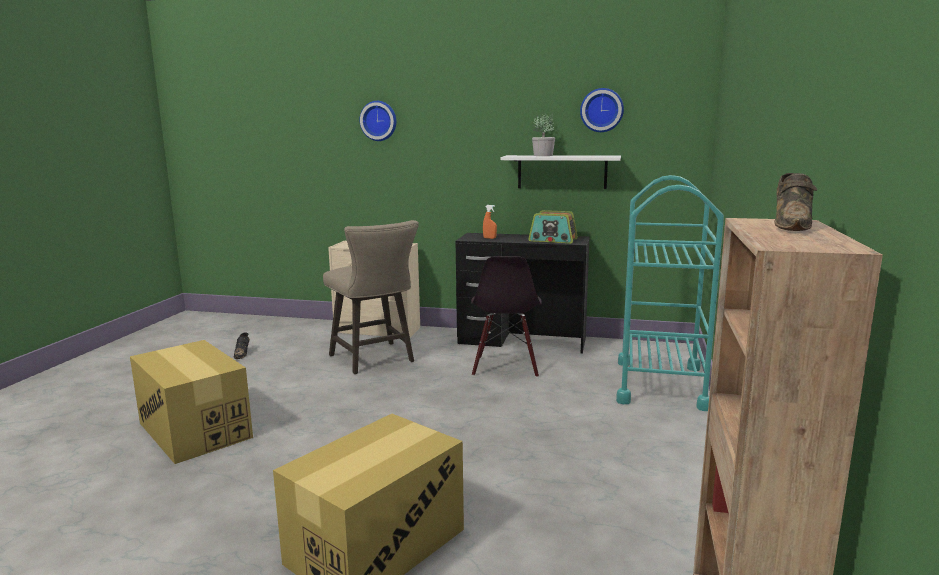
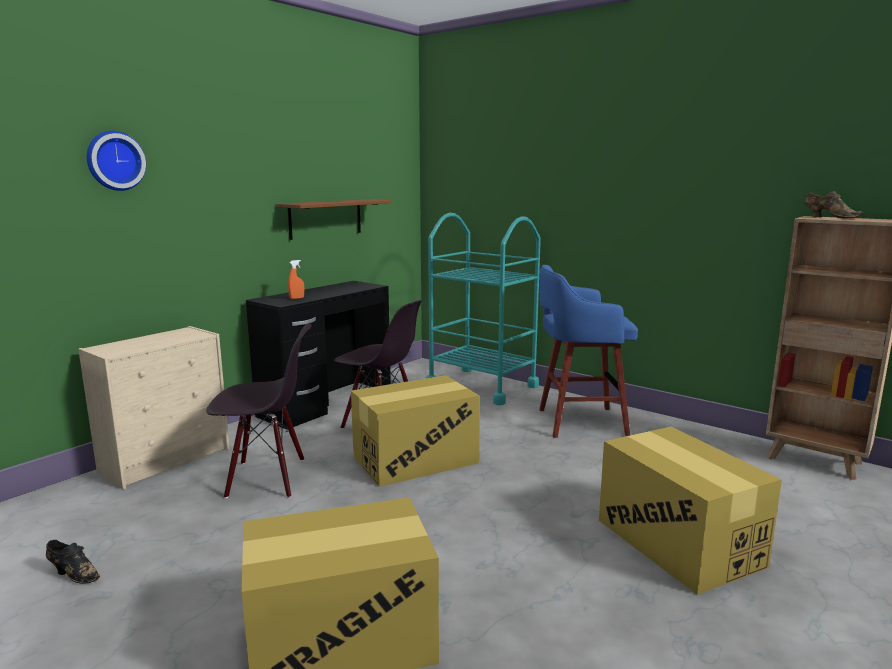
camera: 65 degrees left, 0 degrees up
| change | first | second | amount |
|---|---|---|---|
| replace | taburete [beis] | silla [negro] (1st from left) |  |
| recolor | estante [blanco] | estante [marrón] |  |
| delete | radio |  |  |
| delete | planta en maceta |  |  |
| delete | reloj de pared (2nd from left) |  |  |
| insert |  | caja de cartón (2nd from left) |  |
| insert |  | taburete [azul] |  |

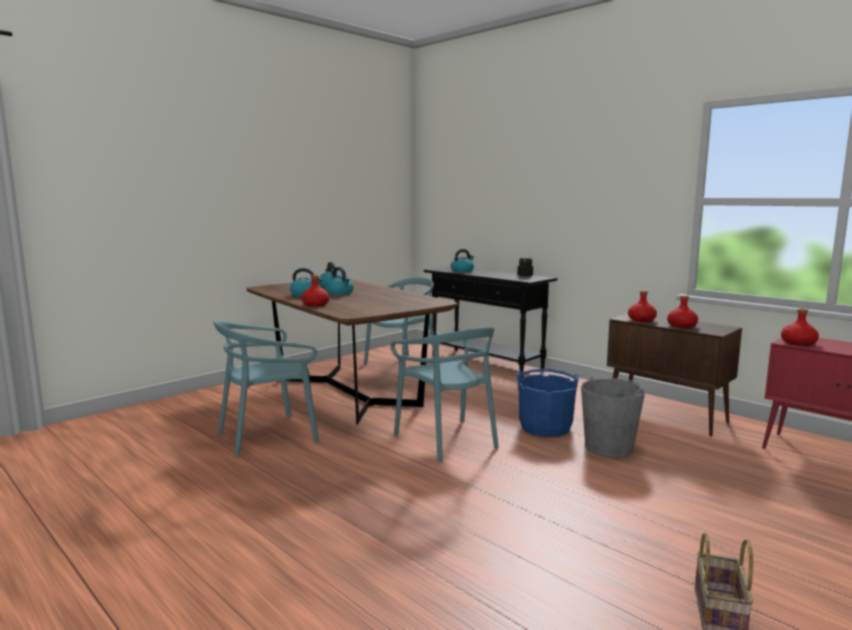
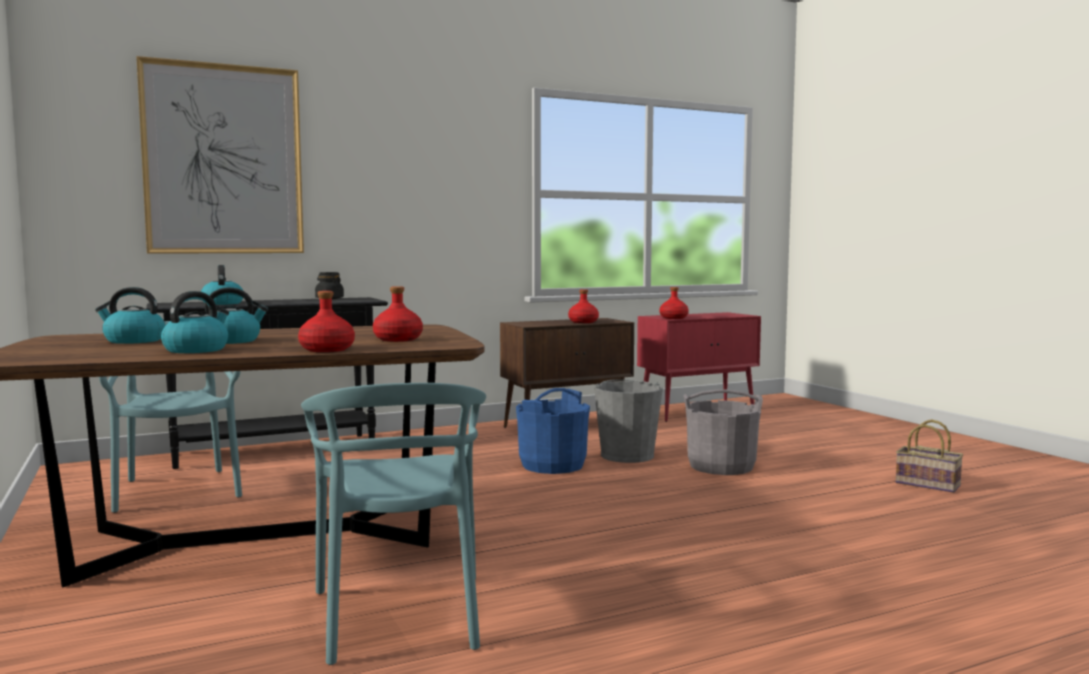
camera: 70 degrees left, 5 degrees down
| change | first | second | amount |
|---|---|---|---|
| delete | silla [turquesa] (3rd from left) |  |  |
| move | botella [rojo] (2nd from left) |  |  |
| insert |  | cuadro |  |
| insert |  | cubo [gris] (2nd from left) |  |

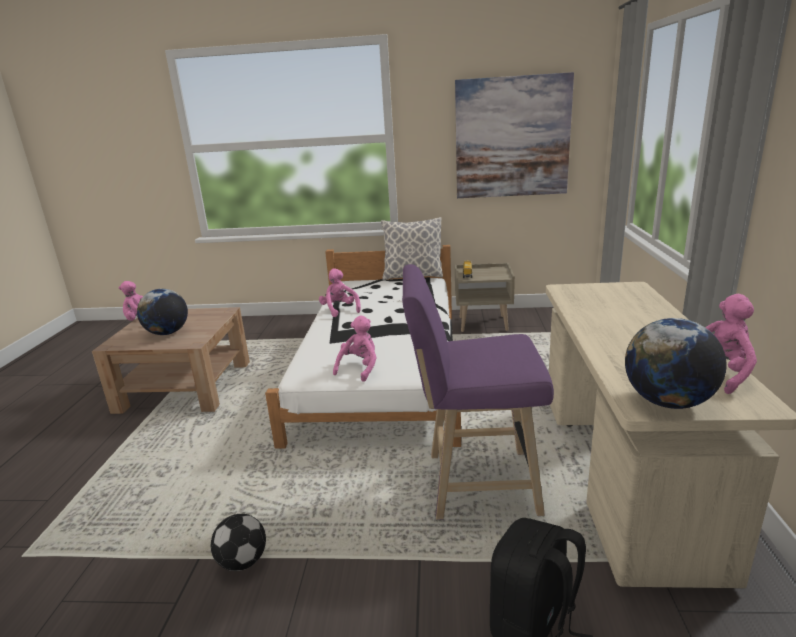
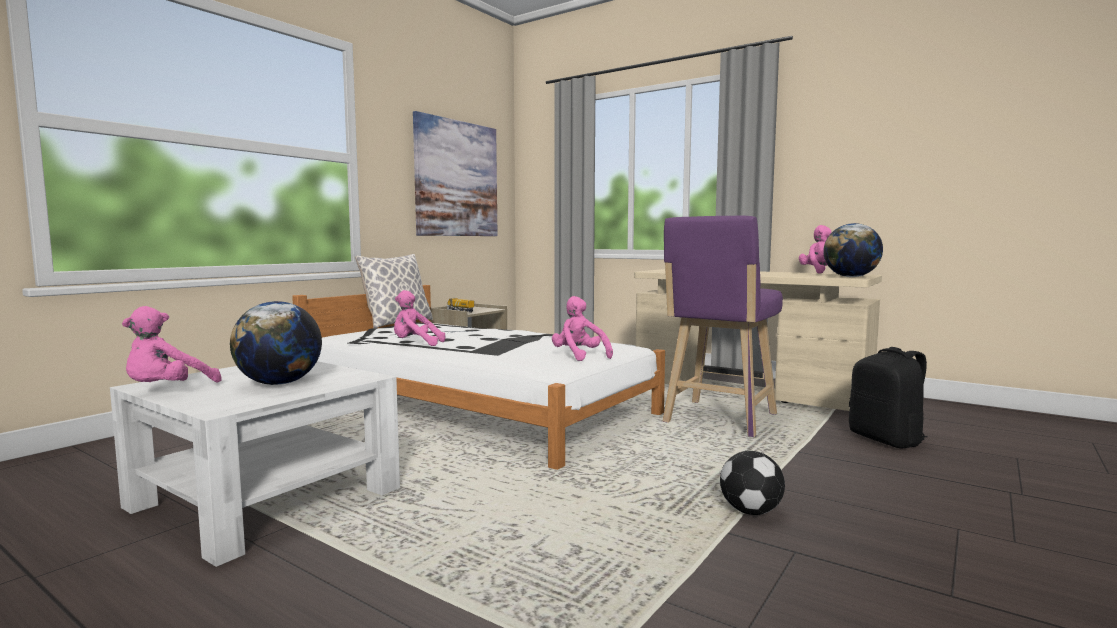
camera: 60 degrees left, 15 degrees down
| change | first | second | amount |
|---|---|---|---|
| recolor | mesa de centro [marrón] | mesa de centro [blanco] |  |

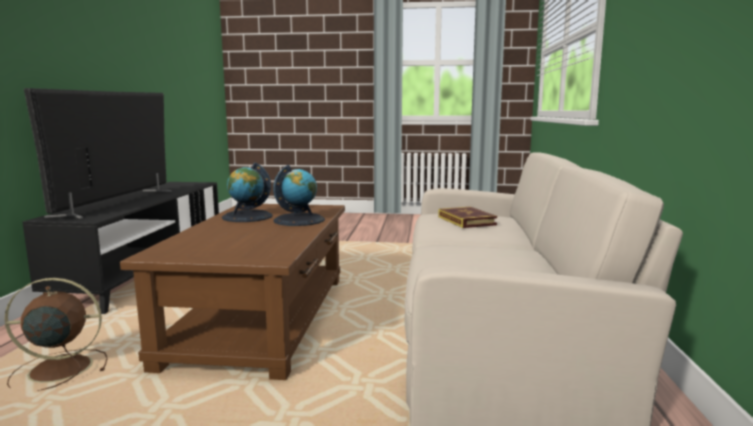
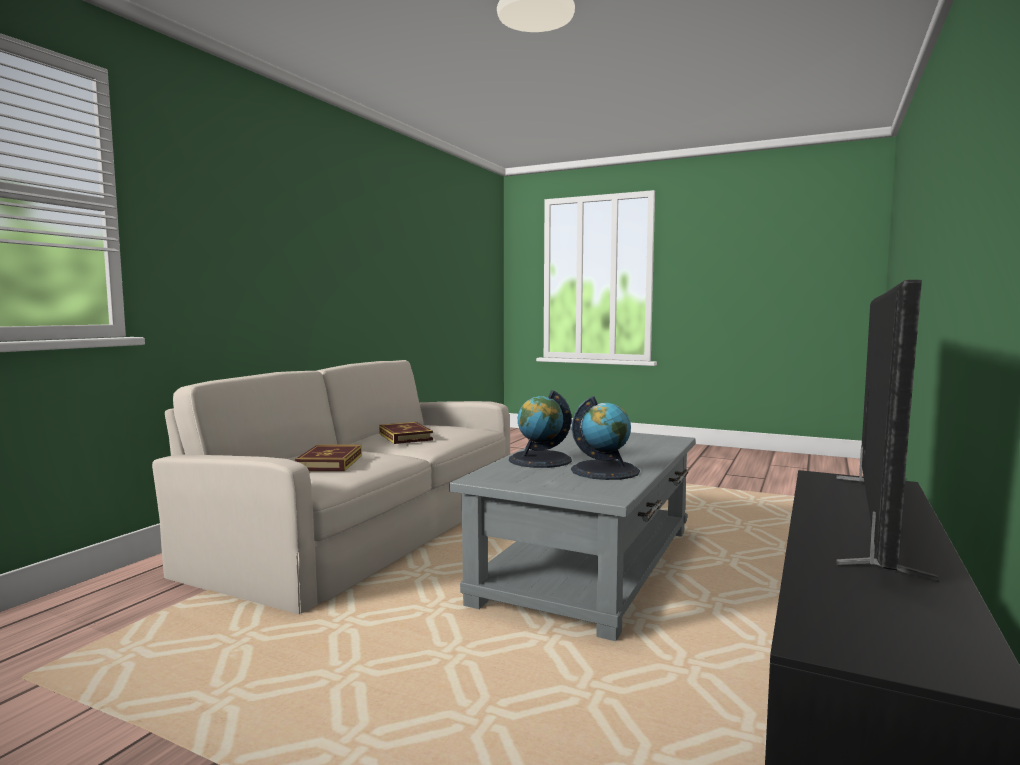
camera: 160 degrees left, 5 degrees down
| change | first | second | amount |
|---|---|---|---|
| delete | ventilador [marrón] |  |  |
| recolor | mesa de centro [marrón] | mesa de centro [gris] |  |
| insert |  | libro (2nd from left) |  |

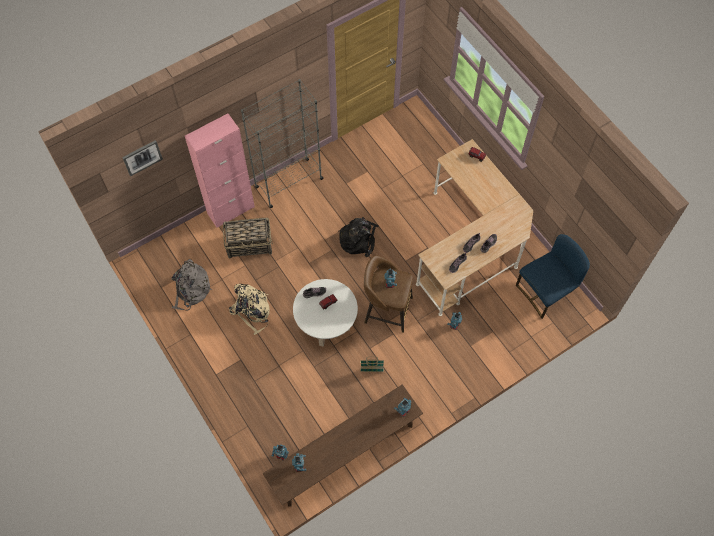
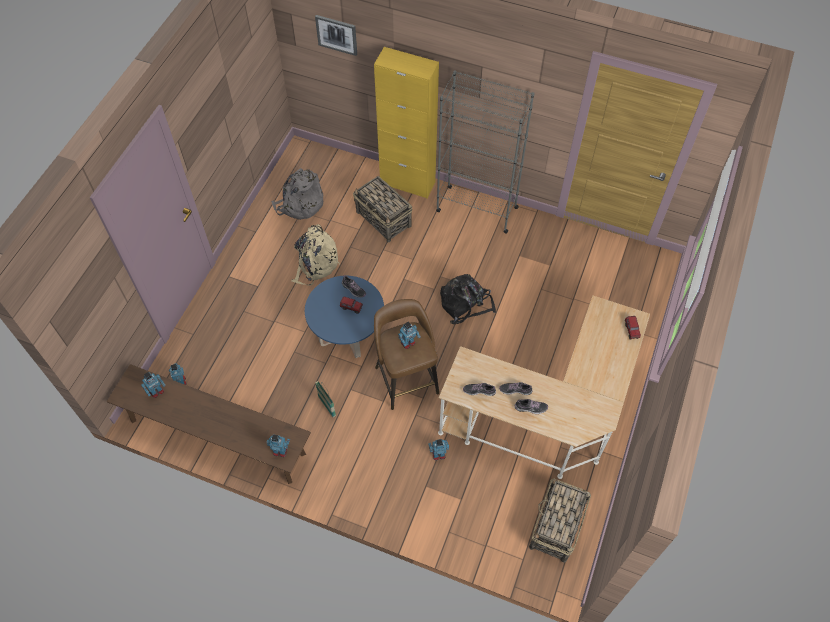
camera: 55 degrees right, 5 degrees down
| change | first | second | amount |
|---|---|---|---|
| recolor | armario [rosa] | armario [amarillo] |  |
| recolor | mesa de centro [blanco] | mesa de centro [azul] |  |
| replace | silla [azul] | cesta (3rd from left) |  |

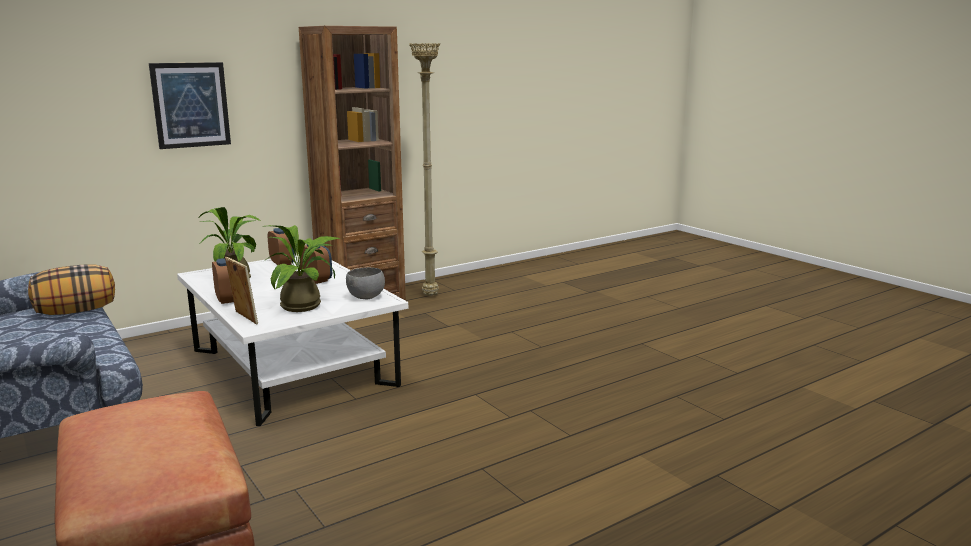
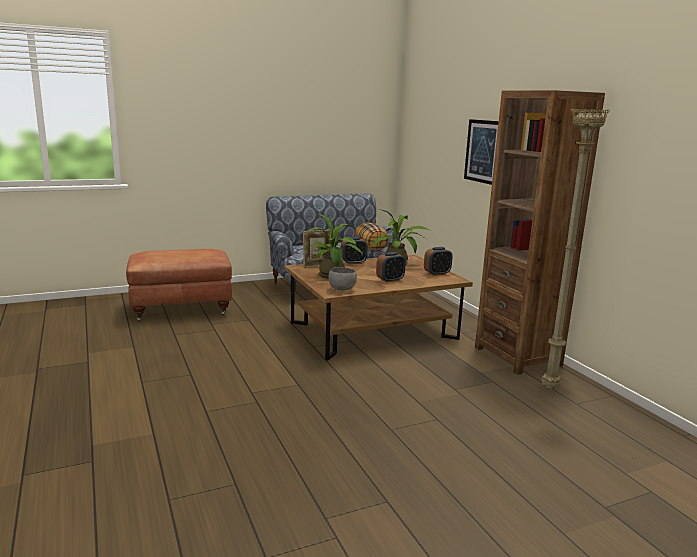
camera: 100 degrees right, 0 degrees up
| change | first | second | amount |
|---|---|---|---|
| recolor | mesa de centro [blanco] | mesa de centro [marrón] |  |

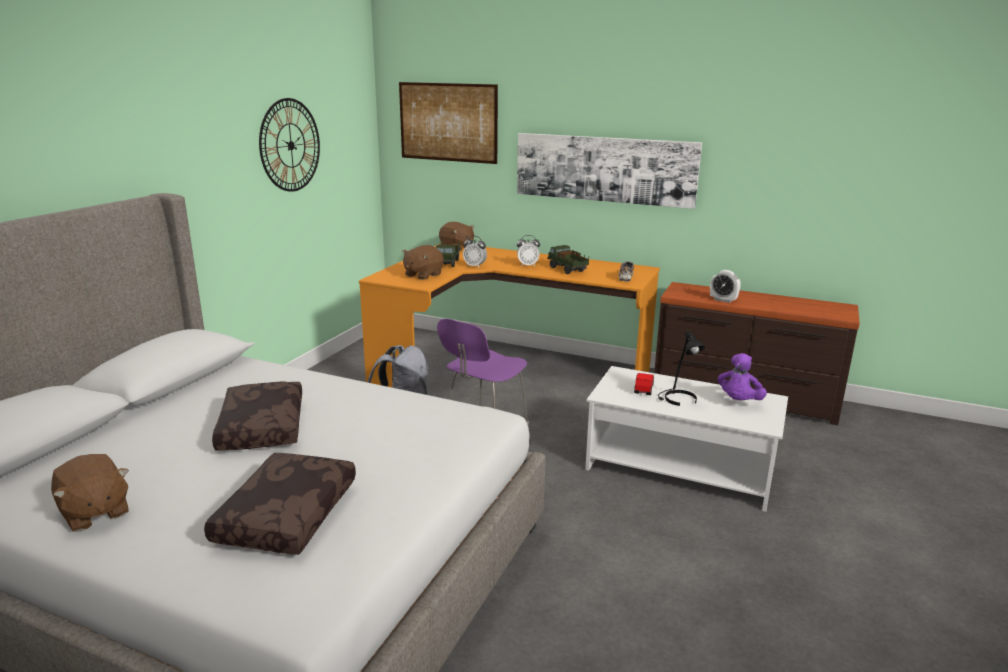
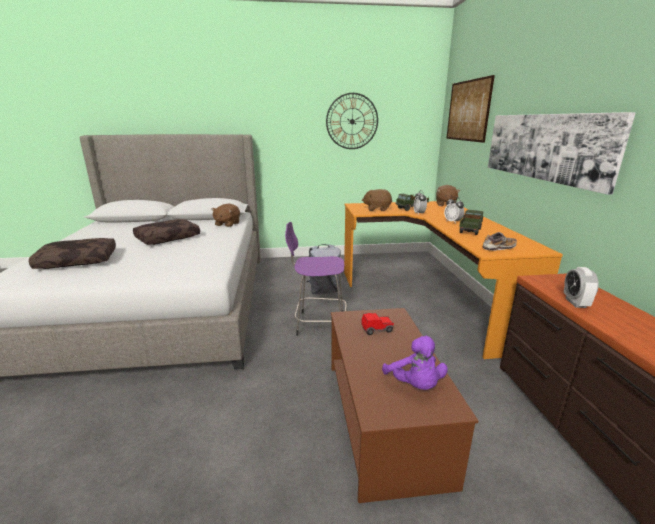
camera: 60 degrees right, 0 degrees up
| change | first | second | amount |
|---|---|---|---|
| move | peluche [marrón] (1st from left) |  |  |
| recolor | mesa de centro [blanco] | mesa de centro [marrón] |  |
| delete | lámpara de mesa [negro] |  |  |
| rotate | peluche [morado] |  | 105 degrees counterclockwise |

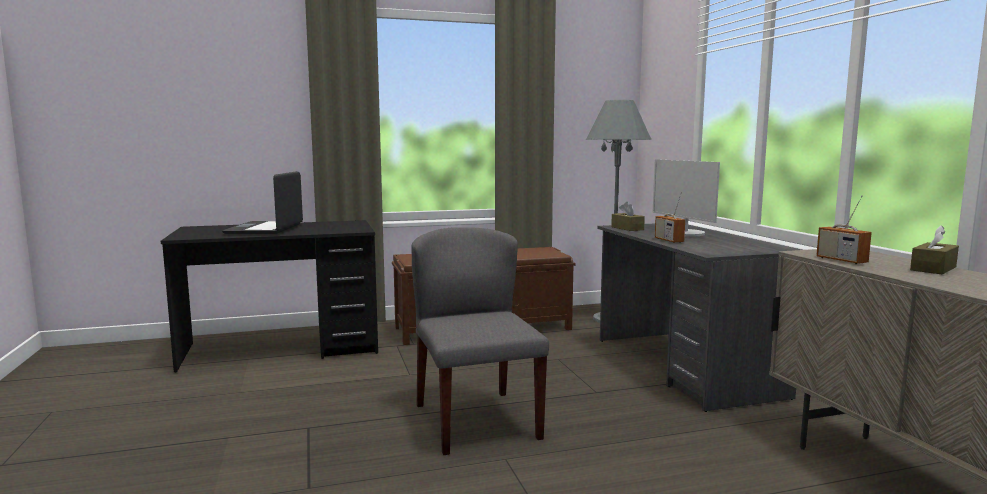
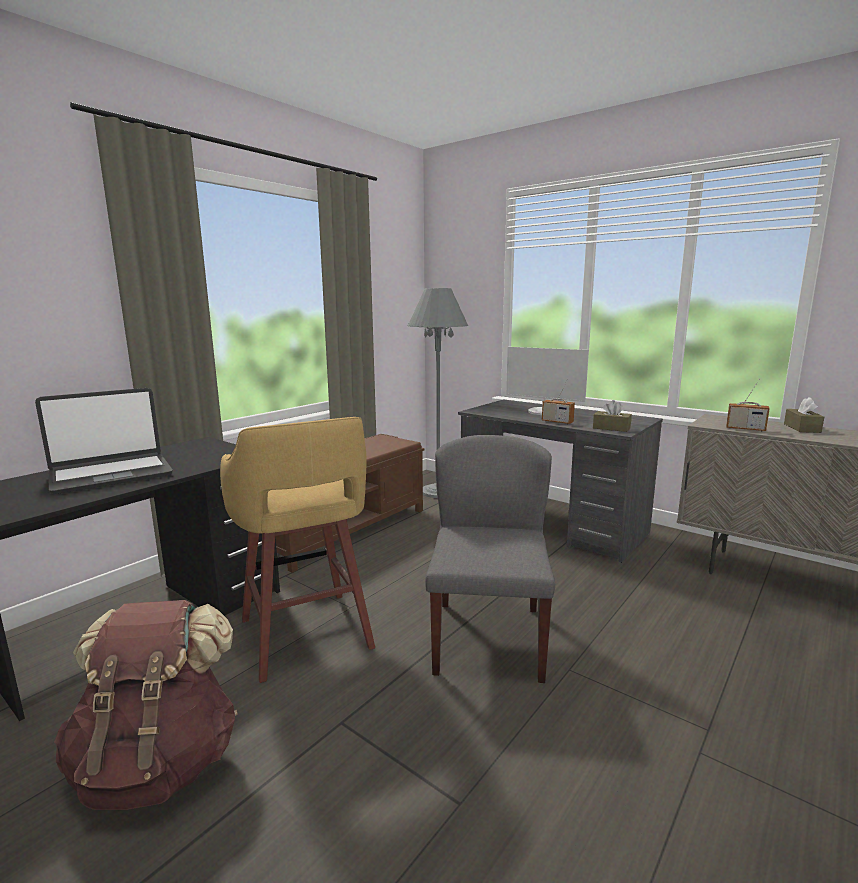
camera: 35 degrees left, 5 degrees up
| change | first | second | amount |
|---|---|---|---|
| rotate | portátil |  | 90 degrees counterclockwise |
| rotate | silla [gris] |  | 60 degrees clockwise |
| move | caja de pañuelos [marrón] (1st from left) |  |  |
| insert |  | mochila [marrón] |  |
| insert |  | taburete [amarillo] |  |

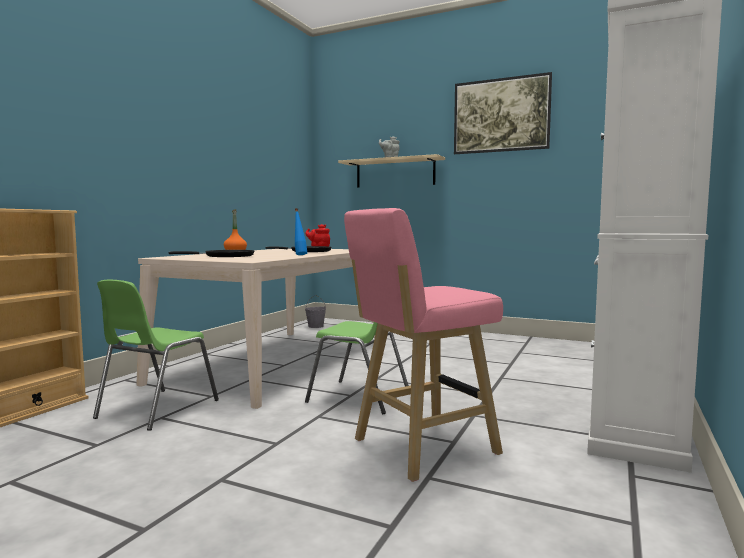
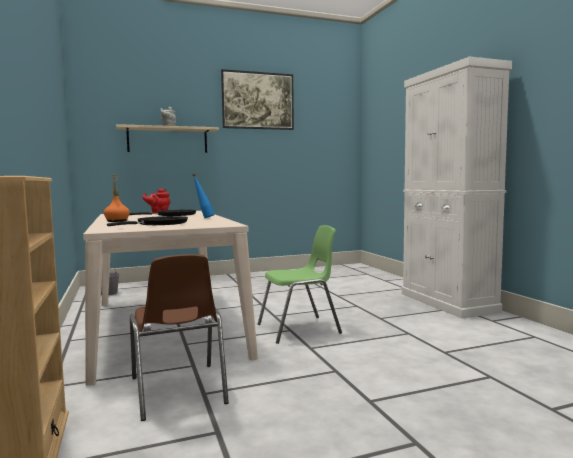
camera: 45 degrees left, 0 degrees up
| change | first | second | amount |
|---|---|---|---|
| recolor | silla [verde] (1st from left) | silla [marrón] |  |
| delete | taburete [rosa] |  |  |

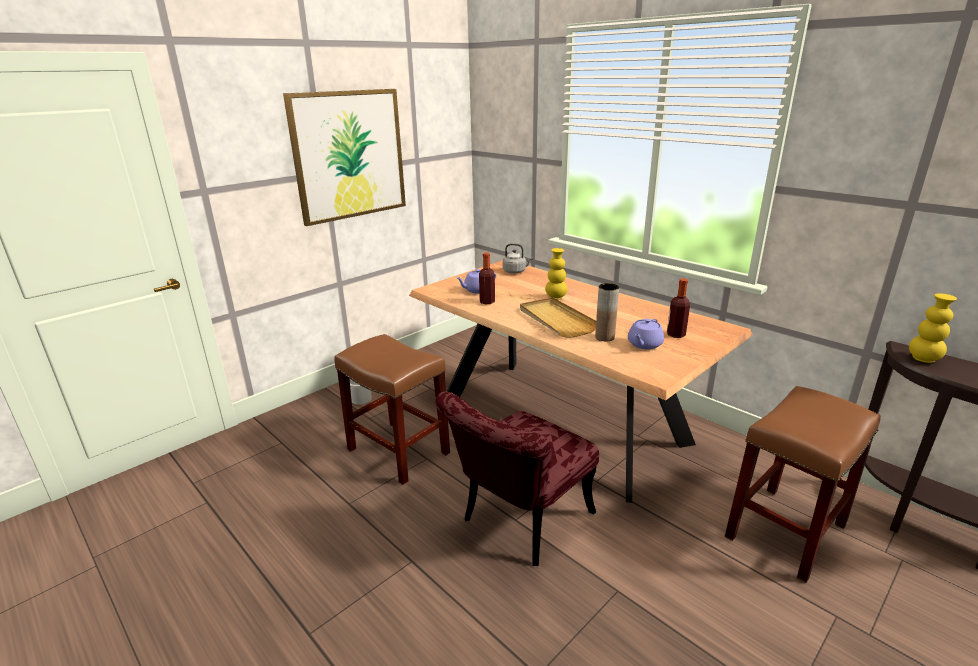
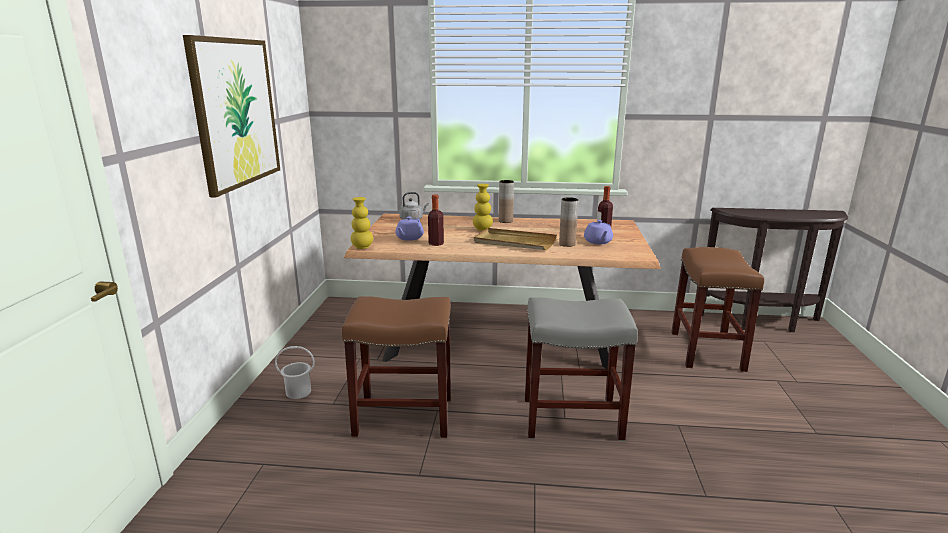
camera: 40 degrees left, 5 degrees down
| change | first | second | amount |
|---|---|---|---|
| replace | silla [rojo] | taburete [gris] |  |
| move | florero [amarillo] (2nd from left in the first image) | florero [amarillo] (1st from left) |  |
| insert |  | florero [marrón] (1st from left) |  |

